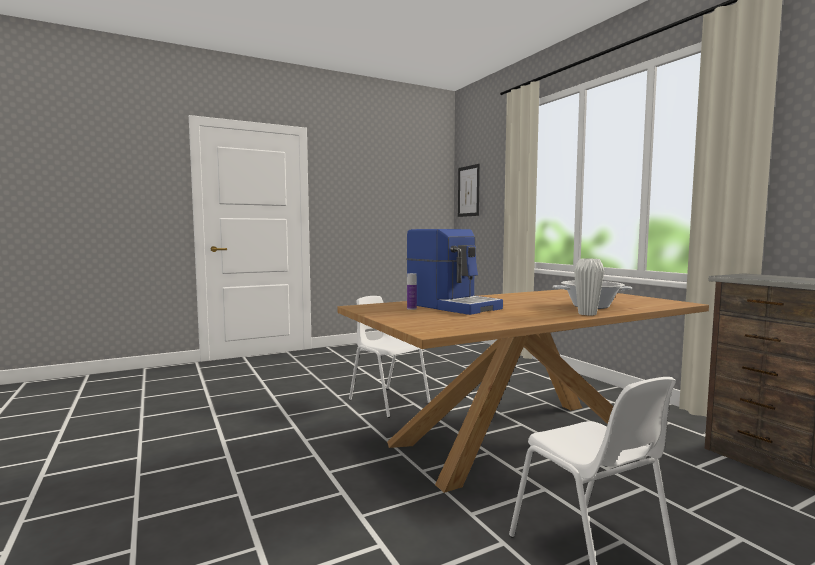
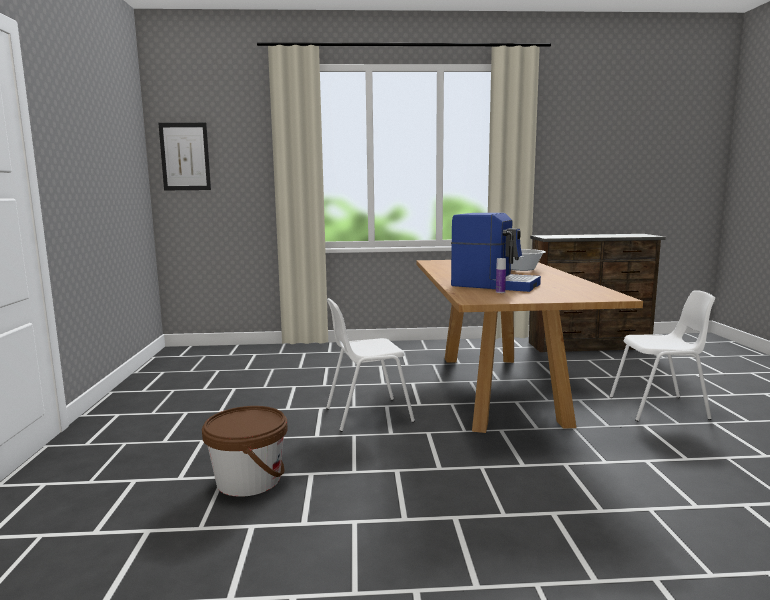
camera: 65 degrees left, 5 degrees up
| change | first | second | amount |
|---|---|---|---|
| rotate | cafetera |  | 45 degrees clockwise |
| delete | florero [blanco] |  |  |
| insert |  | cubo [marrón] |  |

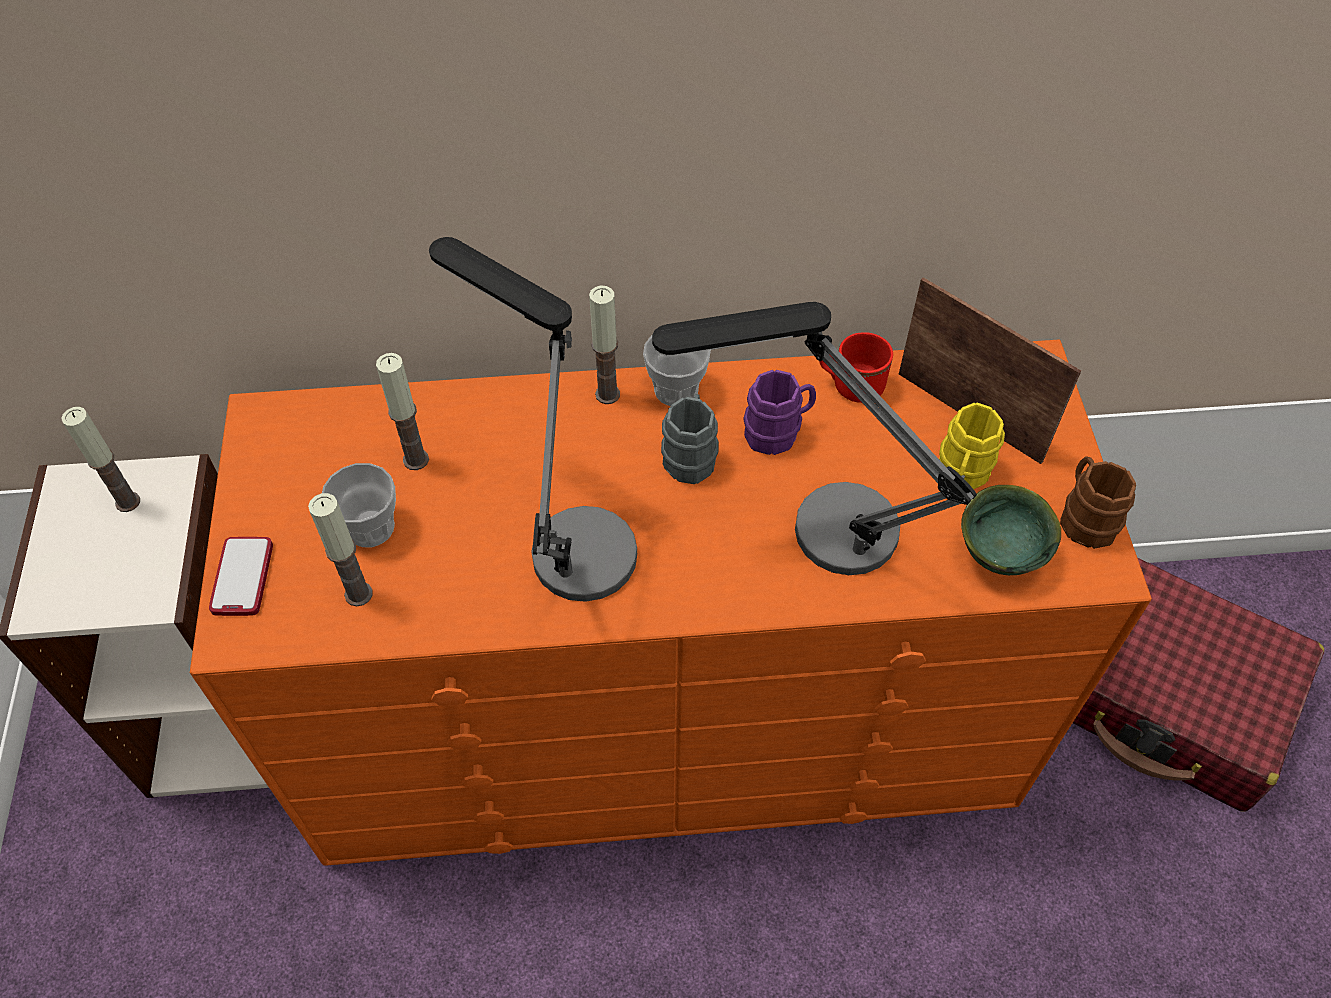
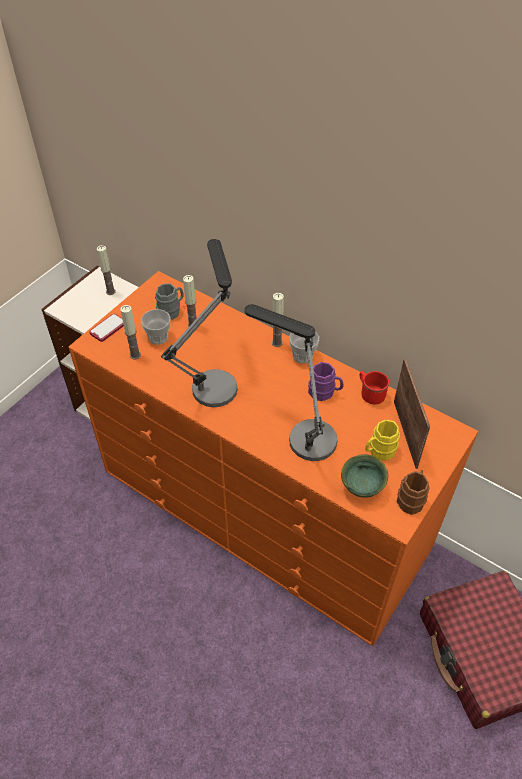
camera: 40 degrees right, 5 degrees down
| change | first | second | amount |
|---|---|---|---|
| move | taza grande [gris] |  |  |

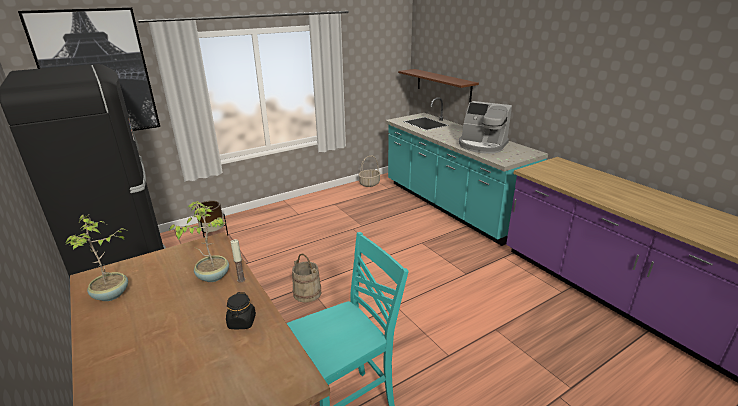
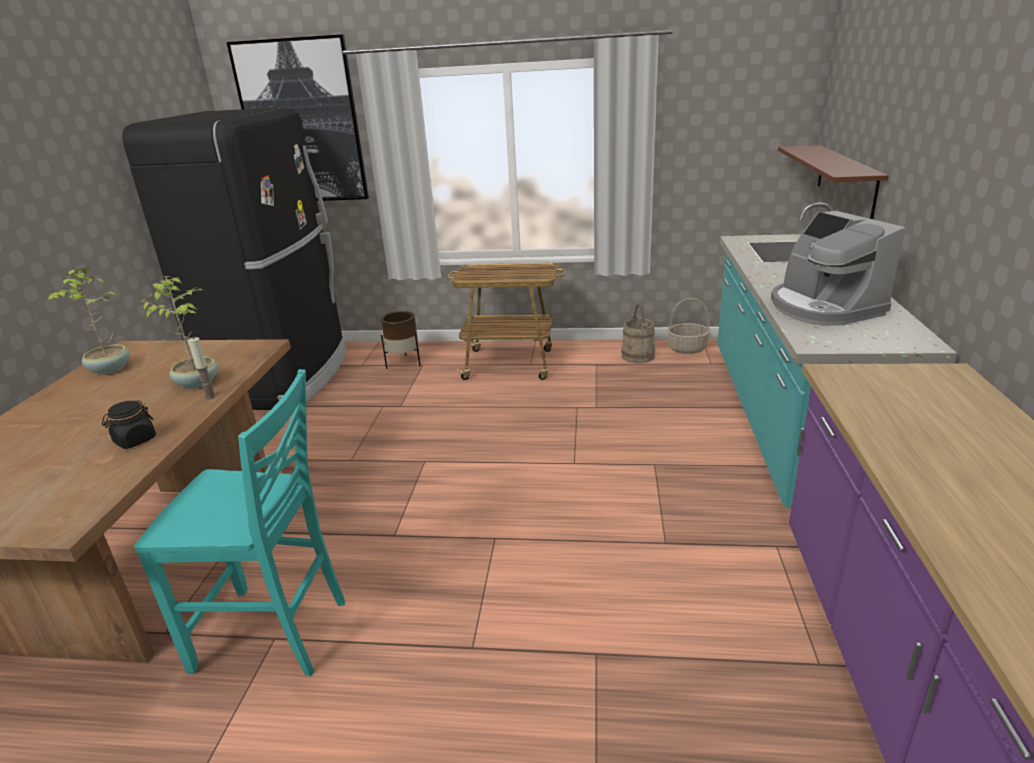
camera: 40 degrees right, 0 degrees up
| change | first | second | amount |
|---|---|---|---|
| move | cubo [beis] |  |  |
| insert |  | carrito |  |

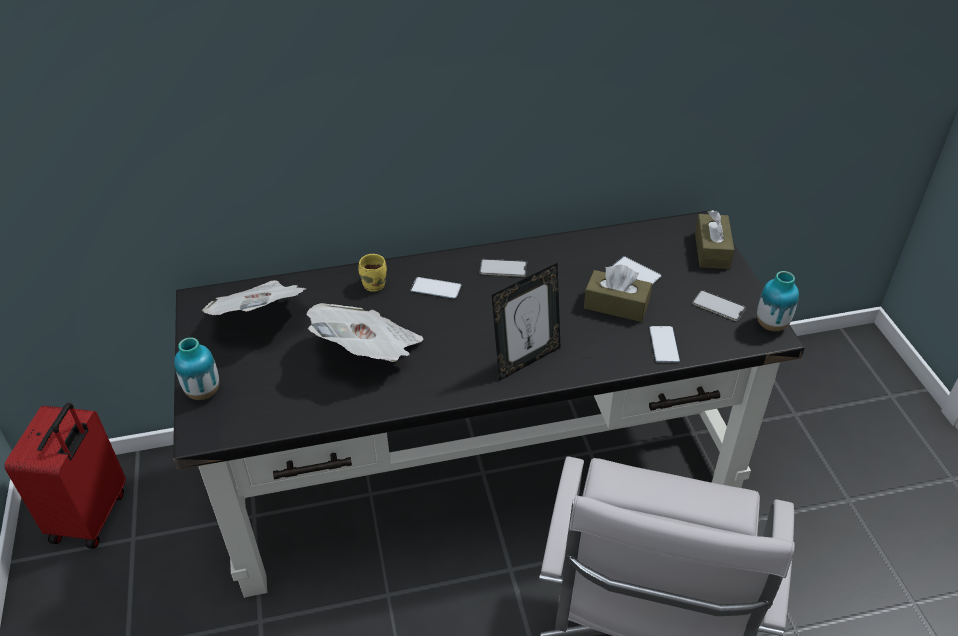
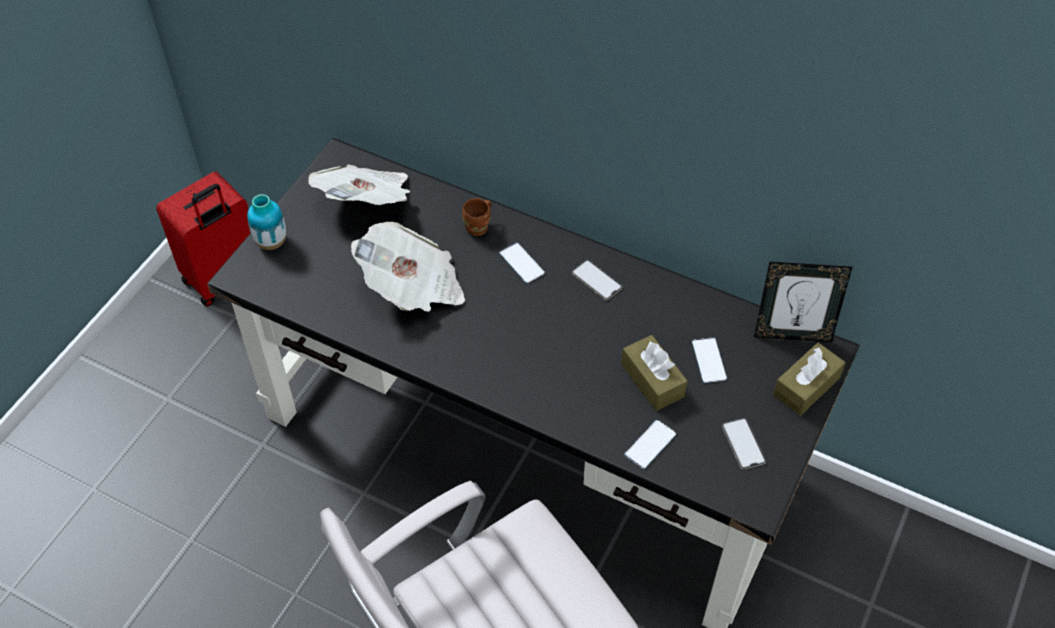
camera: 40 degrees right, 10 degrees up
| change | first | second | amount |
|---|---|---|---|
| recolor | taza grande [amarillo] | taza grande [marrón] |  |
| move | portarretratos |  |  |
| delete | florero (2nd from left) |  |  |

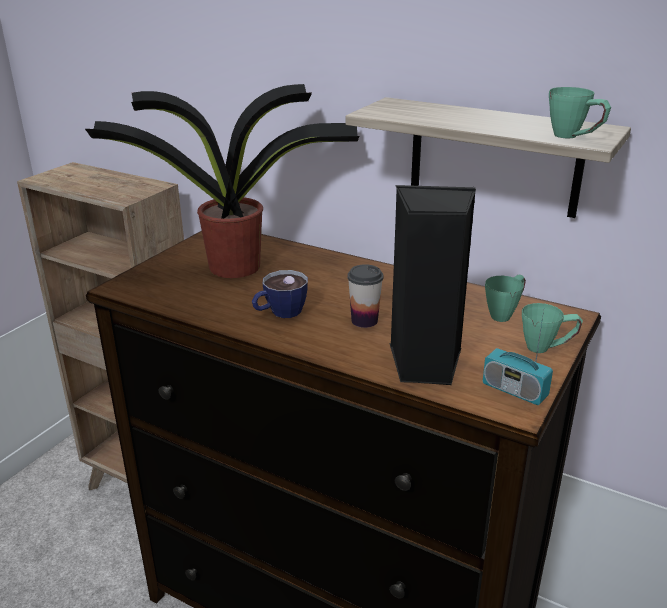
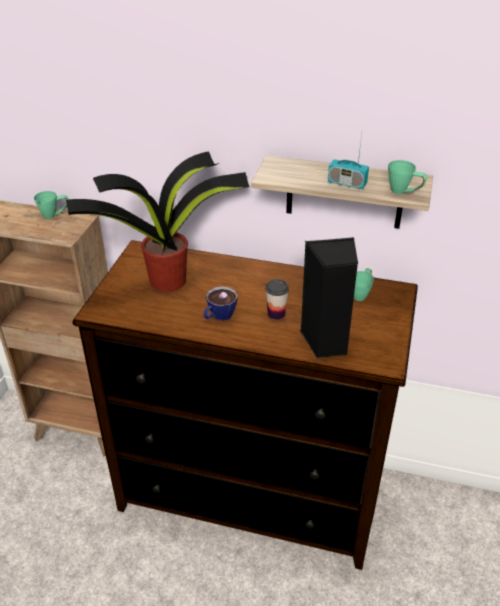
camera: 15 degrees left, 10 degrees up
| change | first | second | amount |
|---|---|---|---|
| move | radio |  |  |
| move | taza grande [verde] (2nd from left in the first image) | taza grande [verde] (1st from left) |  |

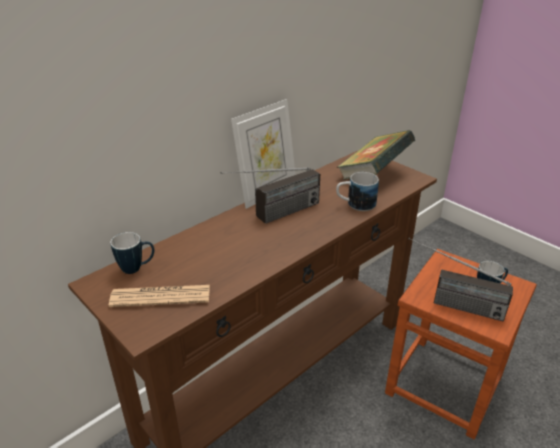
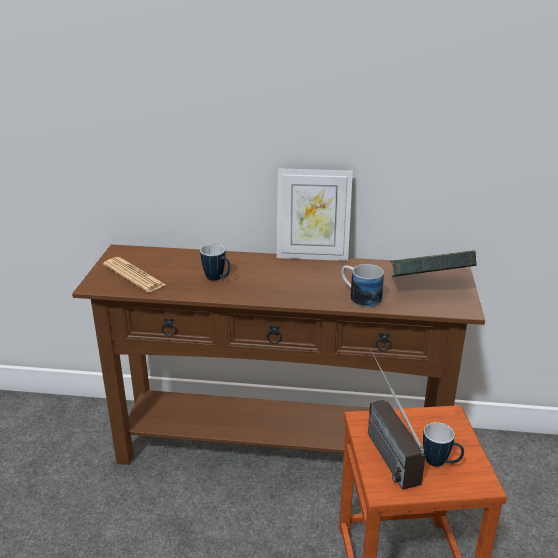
camera: 50 degrees right, 5 degrees down
| change | first | second | amount |
|---|---|---|---|
| move | taza grande (1st from left) |  |  |
| delete | radio (1st from left) |  |  |

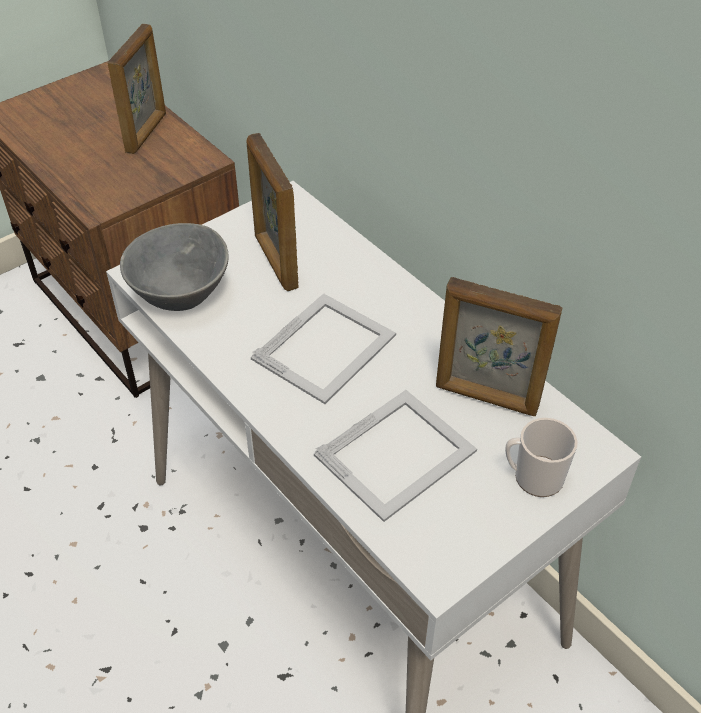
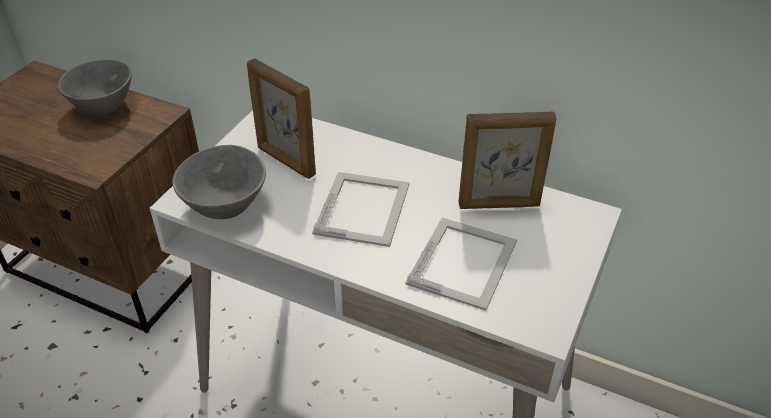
camera: 25 degrees left, 5 degrees down
| change | first | second | amount |
|---|---|---|---|
| replace | portarretratos (1st from left) | cuenco [gris] (1st from left) |  |
| delete | taza grande |  |  |

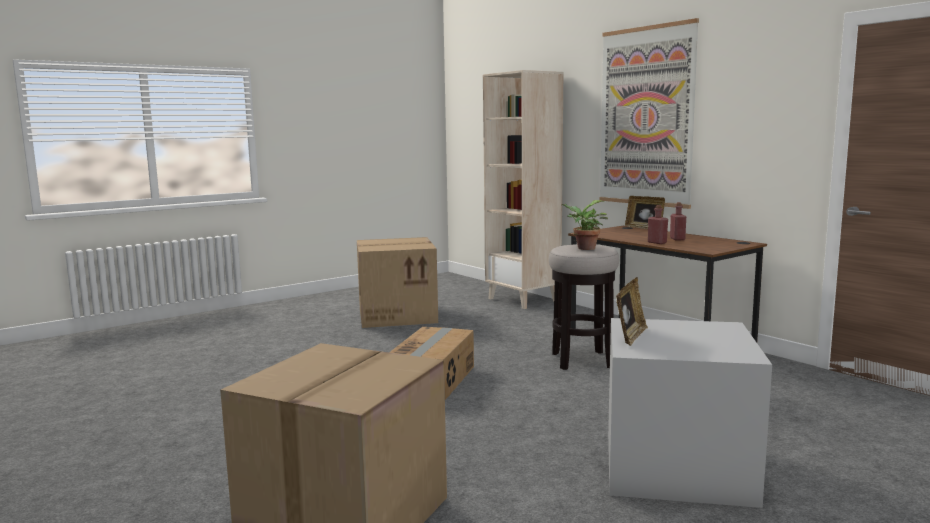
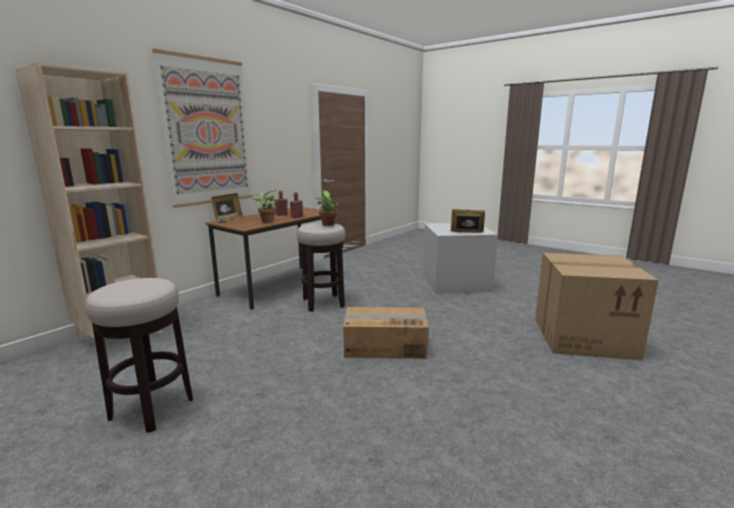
camera: 105 degrees left, 5 degrees up
| change | first | second | amount |
|---|---|---|---|
| replace | caja de cartón (2nd from left) | taburete (1st from left) |  |
| insert |  | planta en maceta (1st from left) |  |

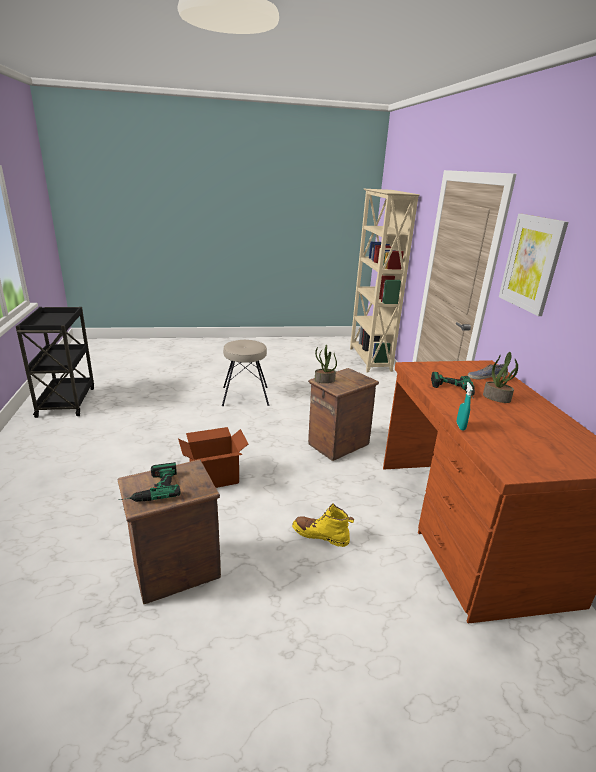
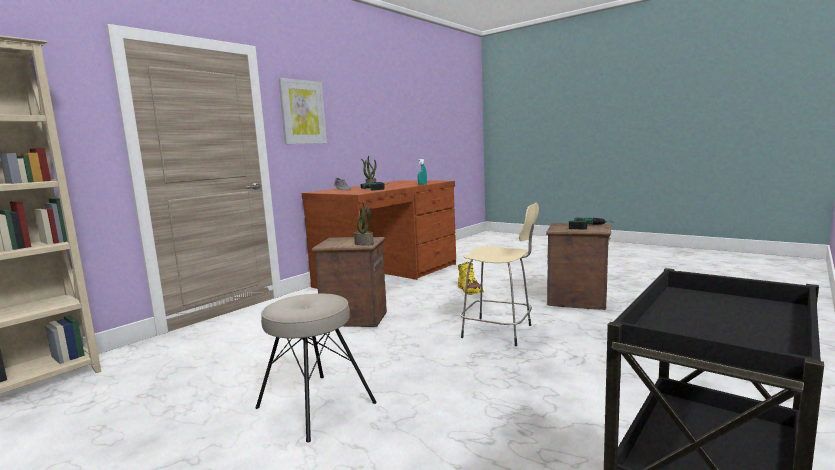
camera: 130 degrees left, 15 degrees down
| change | first | second | amount |
|---|---|---|---|
| replace | caja de cartón | taburete [beis] (2nd from left) |  |

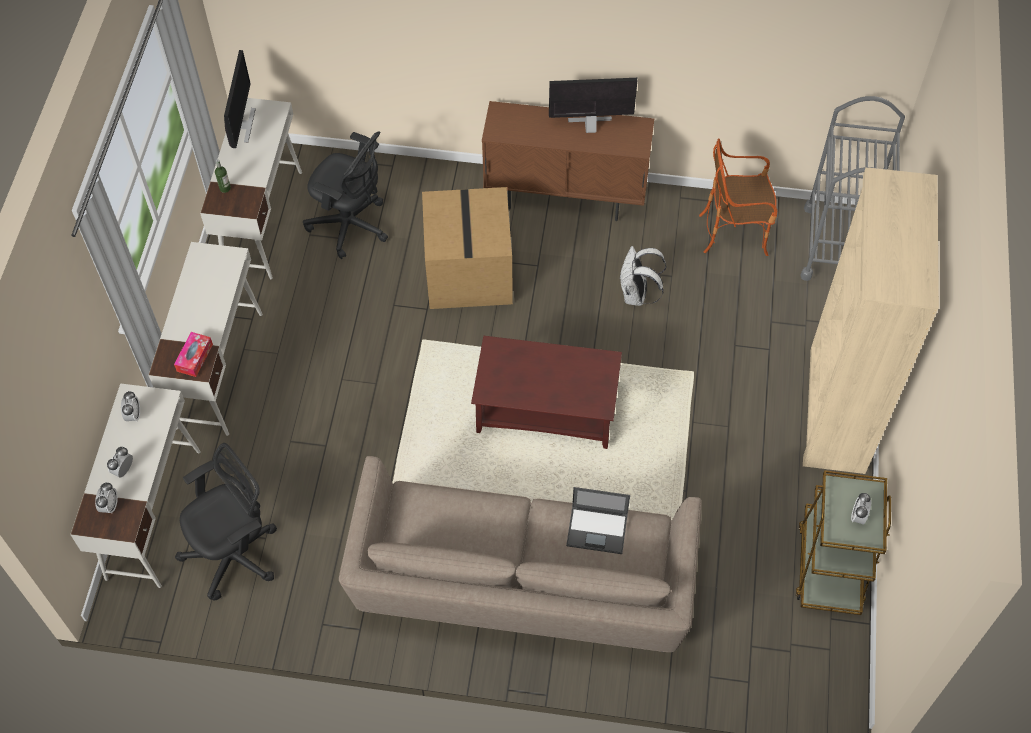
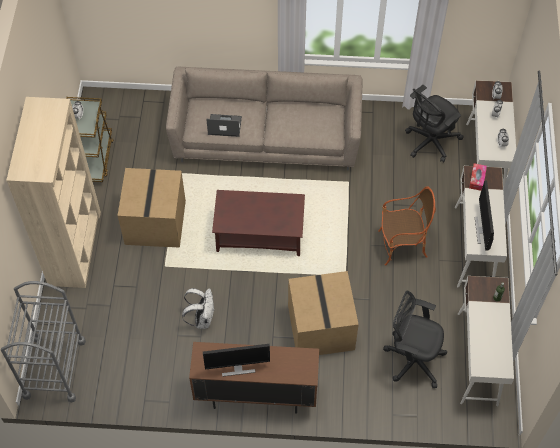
camera: 175 degrees right, 0 degrees up
| change | first | second | amount |
|---|---|---|---|
| move | monitor (1st from left in the first image) | monitor (2nd from left) |  |
| move | sillón |  |  |
| insert |  | caja de cartón (1st from left) |  |

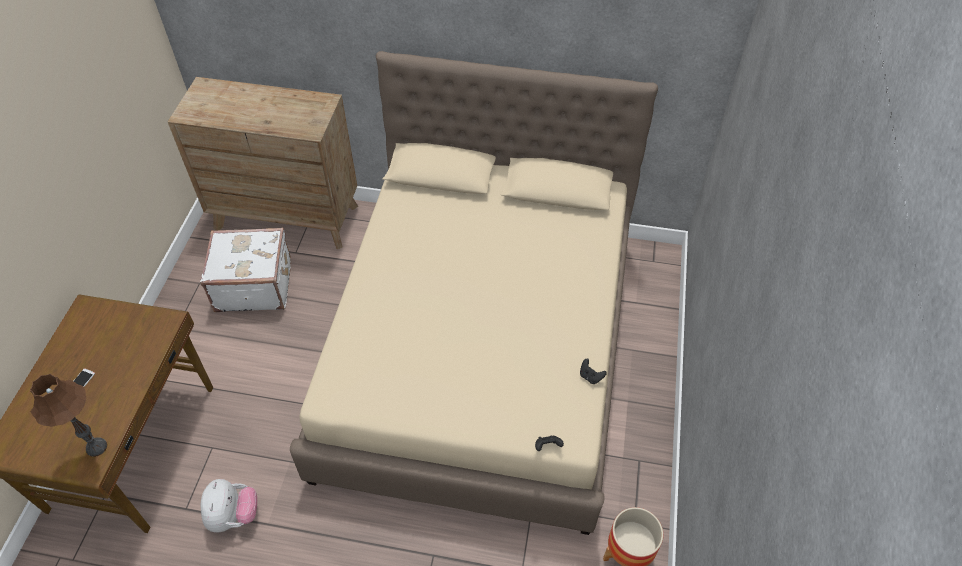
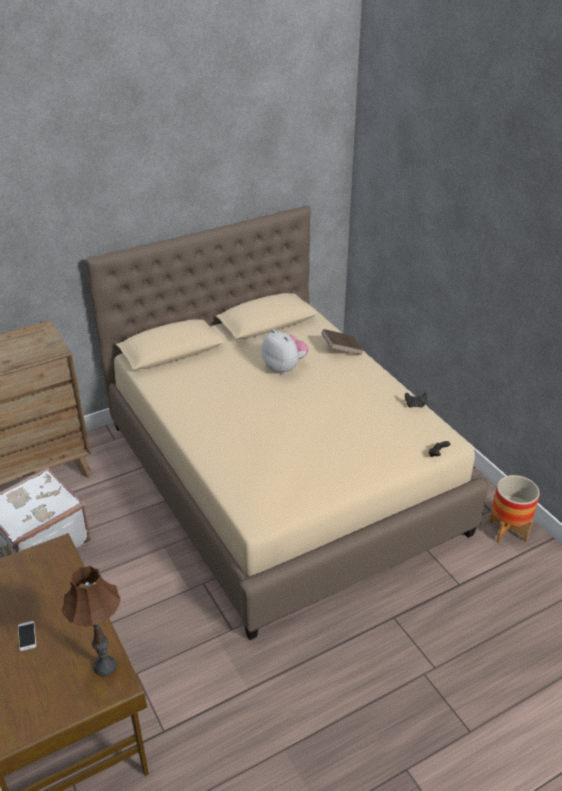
camera: 40 degrees left, 15 degrees down
| change | first | second | amount |
|---|---|---|---|
| move | peluche |  |  |
| insert |  | libro [marrón] |  |

